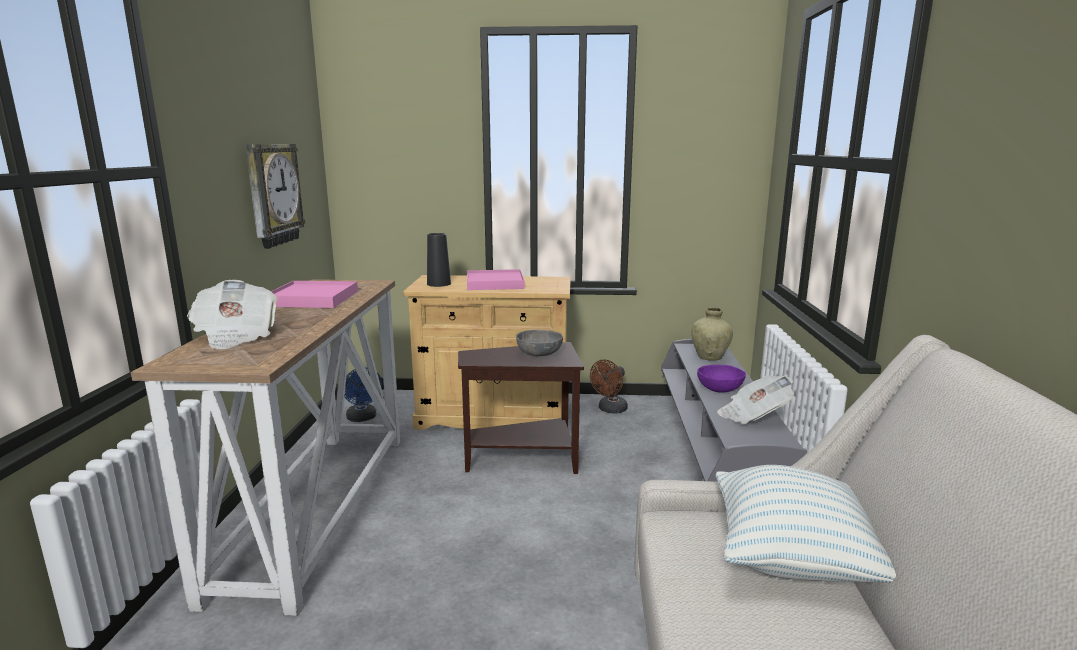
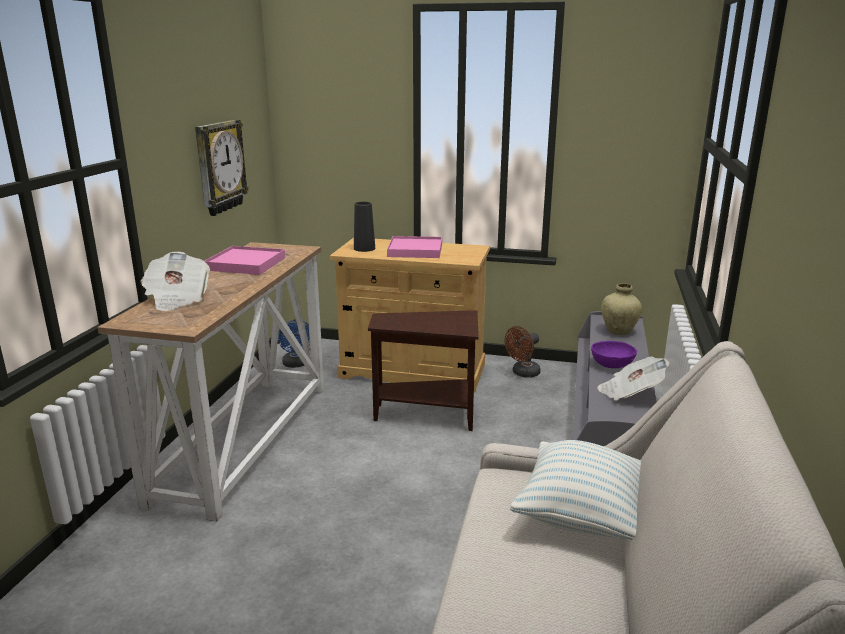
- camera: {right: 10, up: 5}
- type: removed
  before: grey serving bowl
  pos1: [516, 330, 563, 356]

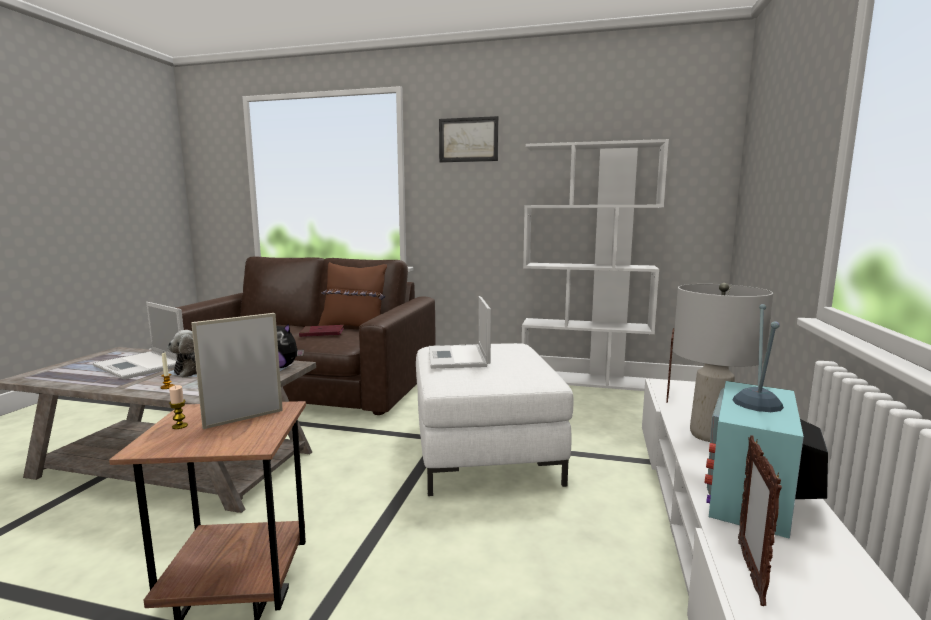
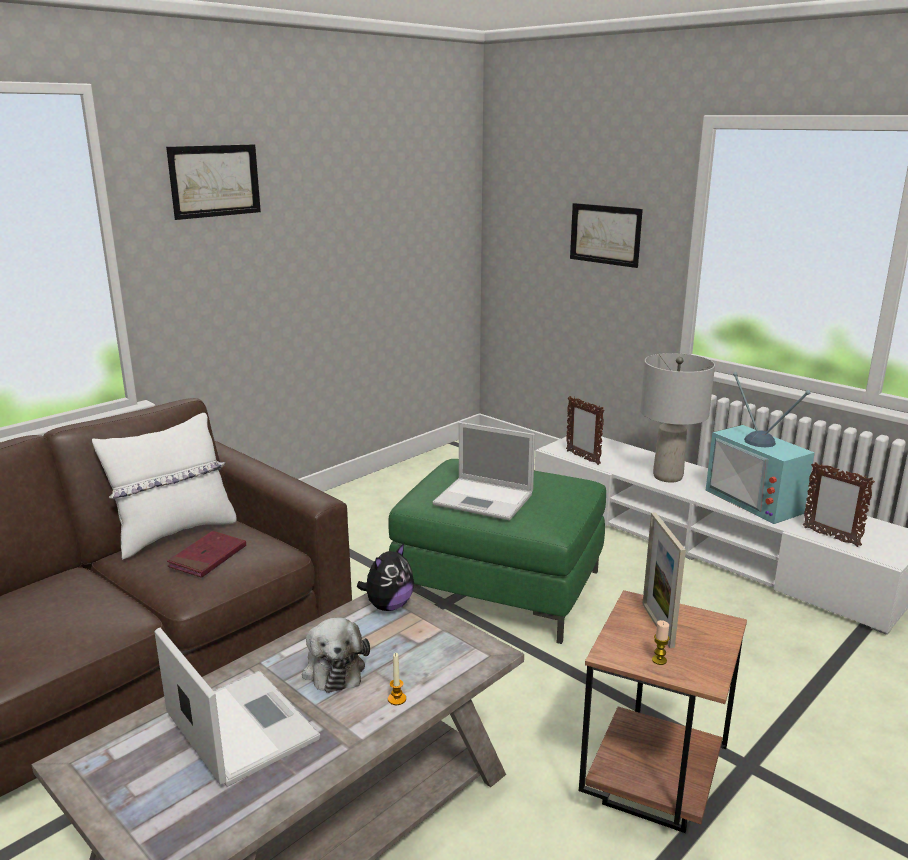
- camera: {right: -60, up: 10}
- type: removed
  before: white bookshelf
  pos1: [522, 139, 669, 391]
- type: recoloured
  before: brownish cushion
  after: white cushion
  pos1: [318, 262, 387, 327]
  pos2: [92, 413, 237, 559]
- type: turned
  before: notebook computer
  pos1: [93, 302, 184, 380]
  pos2: [154, 628, 320, 787]
  turn: -105
- type: recoloured
  before: white pouffe
  after: green-coloured pouffe
  pos1: [416, 343, 573, 496]
  pos2: [389, 459, 606, 644]
- type: added
  after: picture
  pos2: [570, 203, 643, 268]

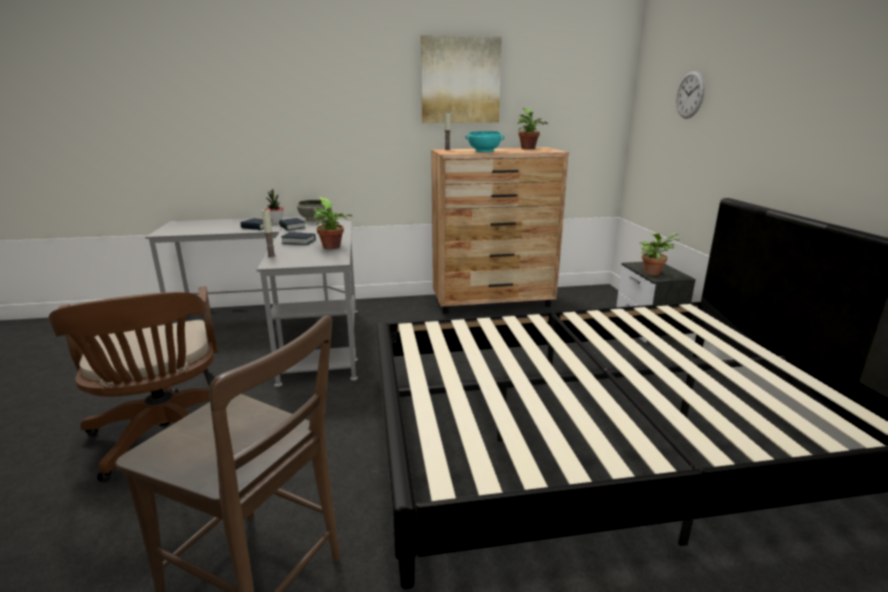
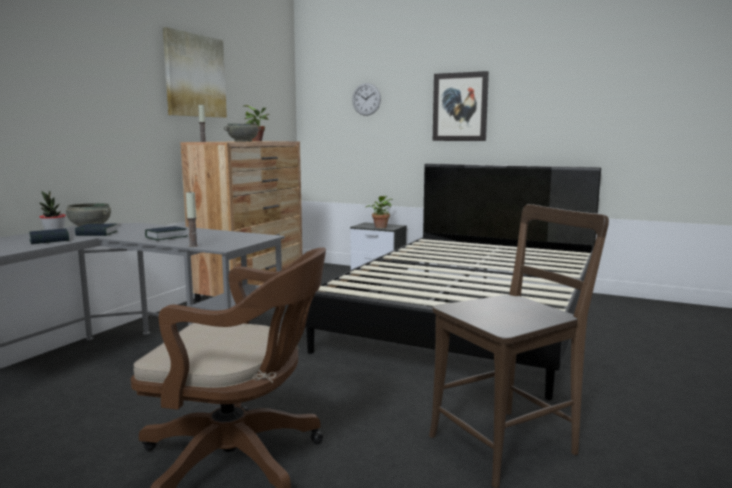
- camera: {right: -55, up: -10}
- type: recoloured
  before: turquoise serving bowl
  after: grey serving bowl
  pos1: [466, 131, 504, 152]
  pos2: [224, 124, 261, 142]
- type: removed
  before: houseplant
  pos1: [314, 197, 353, 249]
- type: added
  after: picture
  pos2: [433, 71, 489, 141]

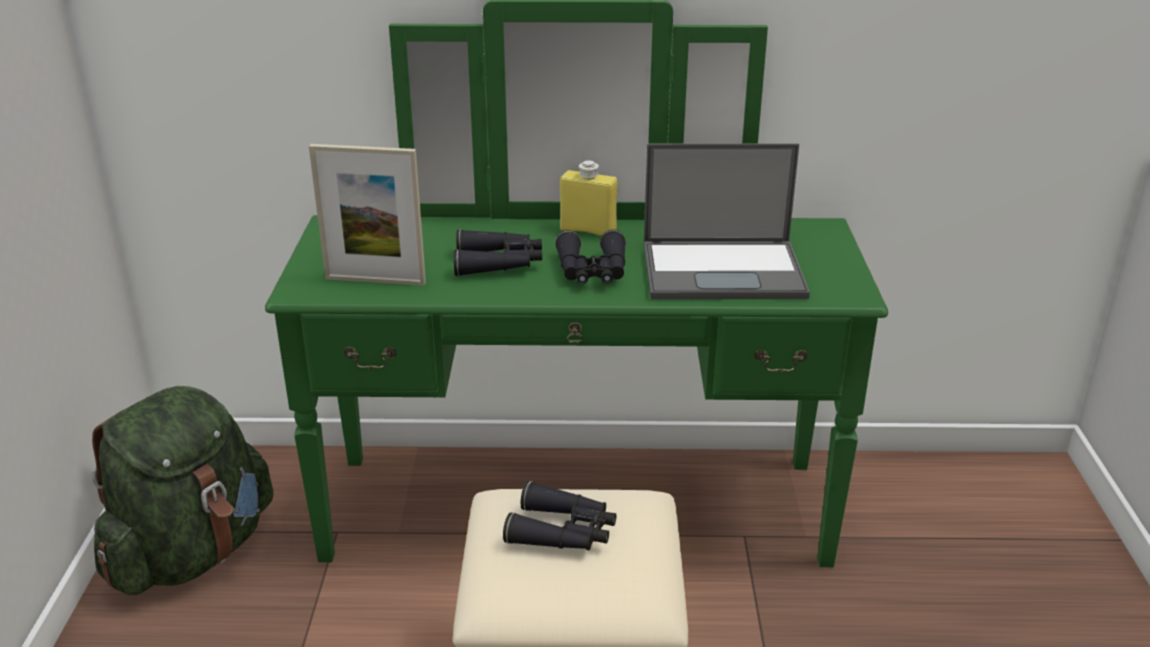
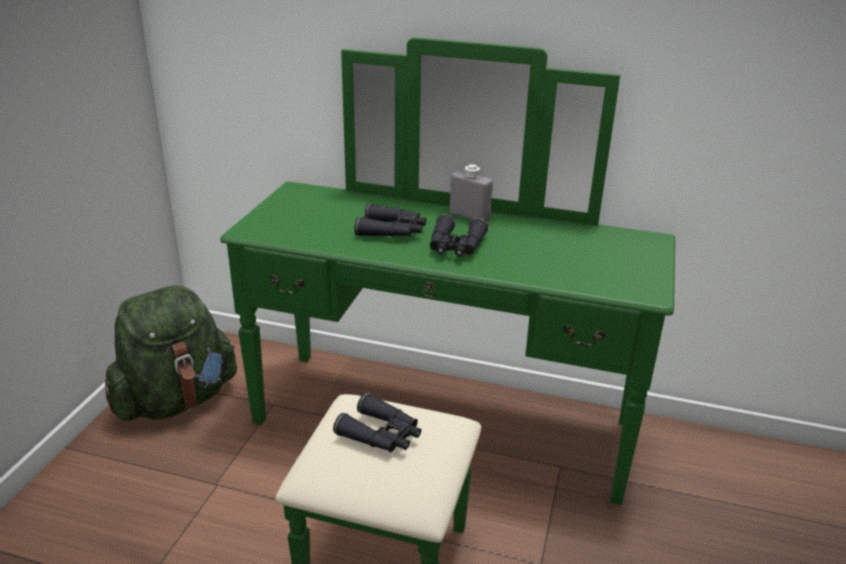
- camera: {right: 15, up: 0}
- type: removed
  before: notebook computer
  pos1: [644, 143, 810, 299]
- type: removed
  before: standing frame
  pos1: [309, 144, 426, 285]
- type: recoloured
  before: yellowish bottle
  after: grey bottle
  pos1: [560, 161, 618, 236]
  pos2: [449, 164, 493, 222]

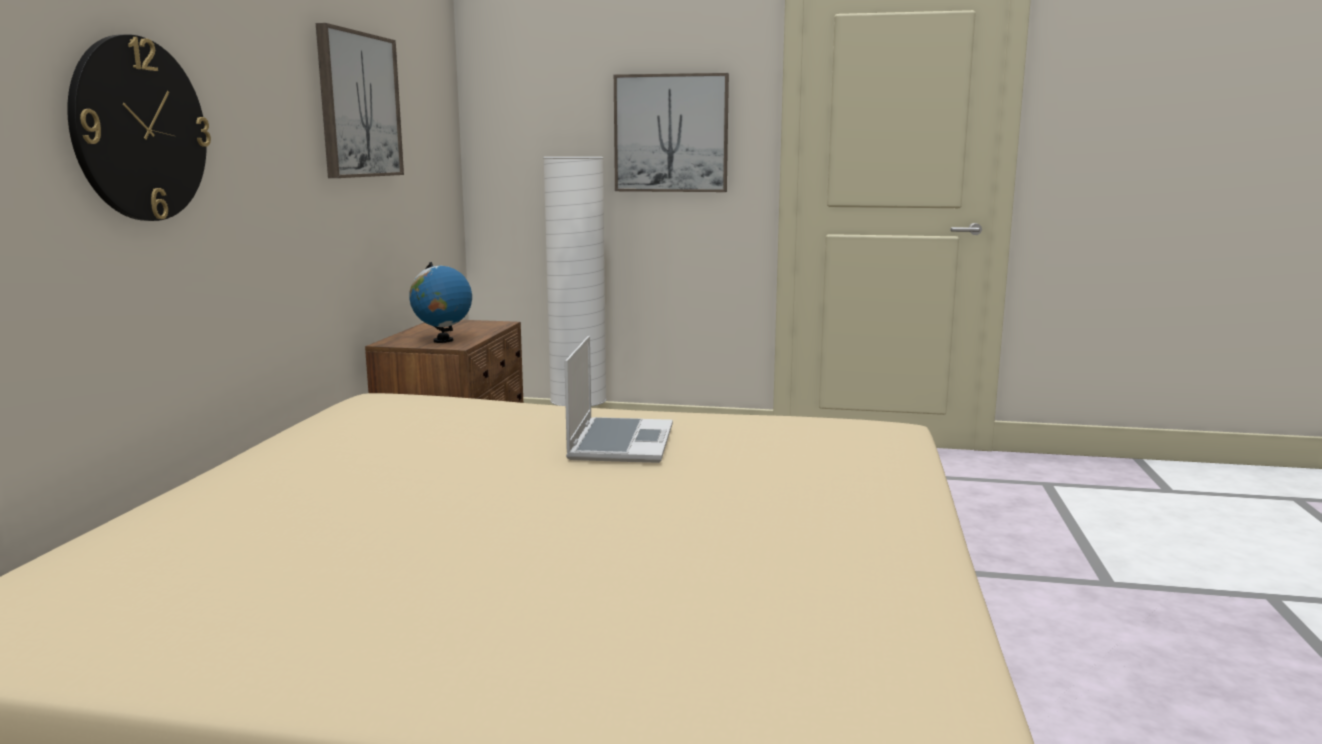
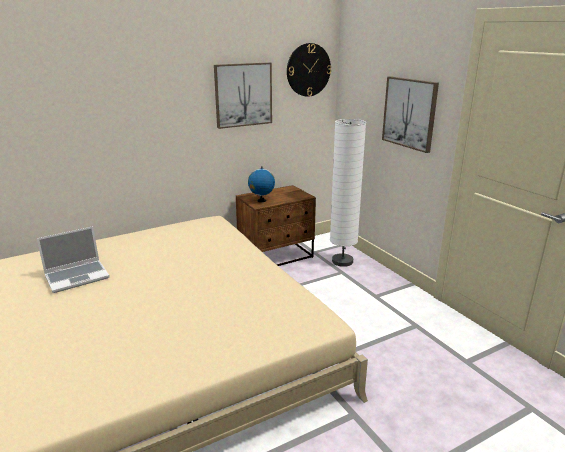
- camera: {right: 50, up: 10}
- type: moved
  before: hanging clock
  pos1: [67, 34, 211, 221]
  pos2: [287, 43, 331, 97]
- type: moved
  before: notebook computer
  pos1: [564, 336, 673, 463]
  pos2: [37, 226, 110, 293]

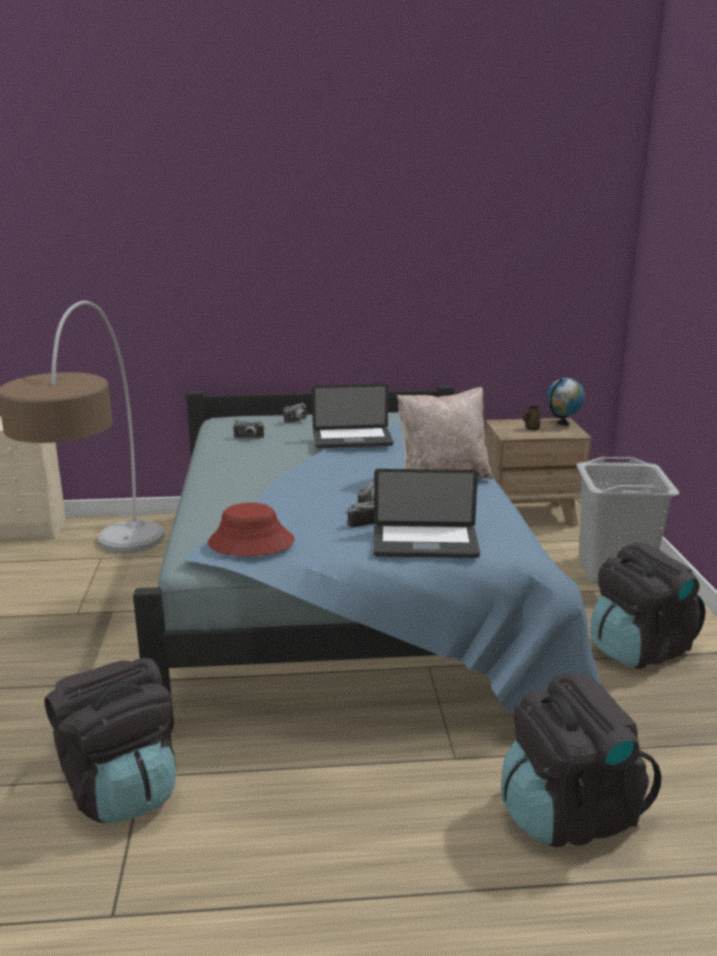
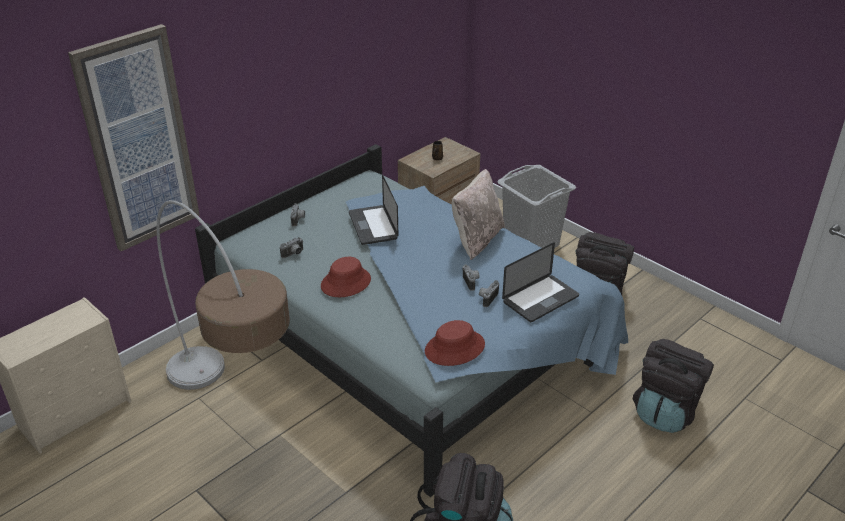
- camera: {right: -40, up: 15}
- type: removed
  before: globe
  pos1: [546, 378, 585, 425]
- type: turned
  before: notebook computer
  pos1: [312, 384, 394, 448]
  pos2: [349, 175, 398, 245]
  turn: 120
- type: added
  after: picture
  pos2: [68, 24, 200, 251]
- type: added
  after: red hat
  pos2: [321, 257, 371, 297]

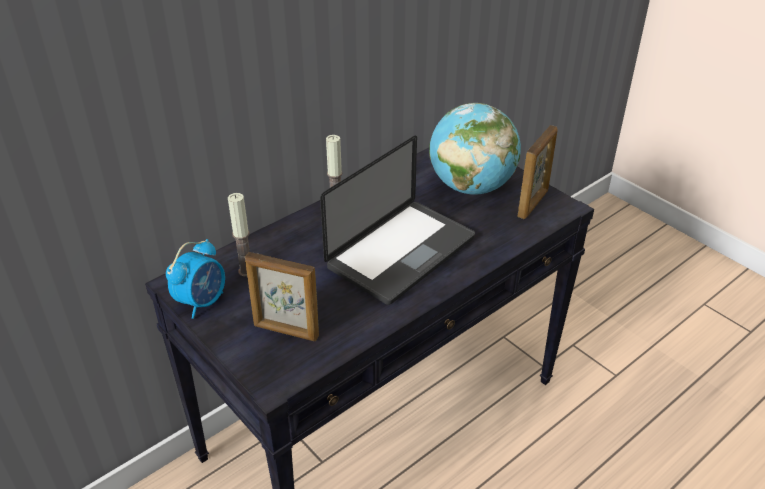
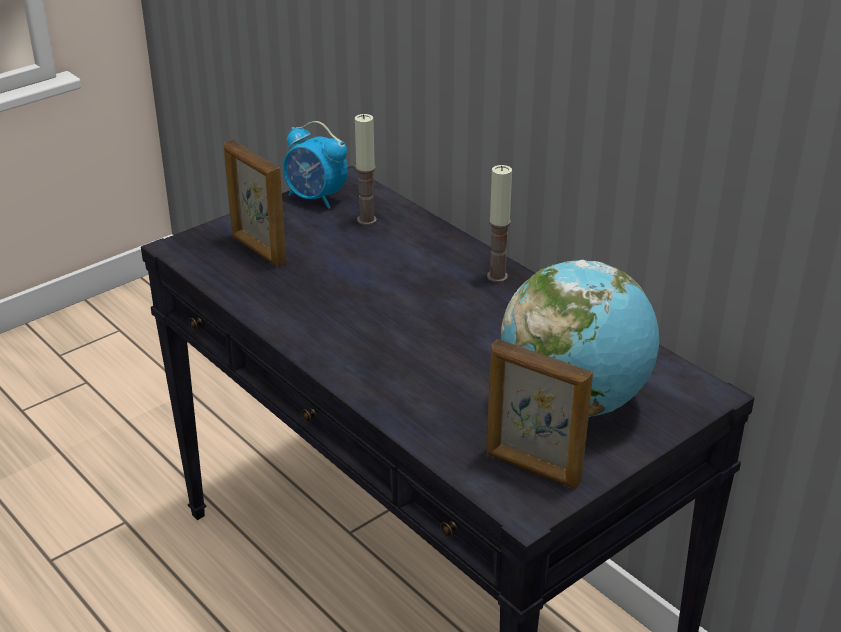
- camera: {right: 90, up: -5}
- type: removed
  before: notebook computer
  pos1: [320, 136, 475, 305]
- type: turned
  before: standing frame
  pos1: [245, 252, 319, 341]
  pos2: [224, 139, 286, 267]
  turn: -60

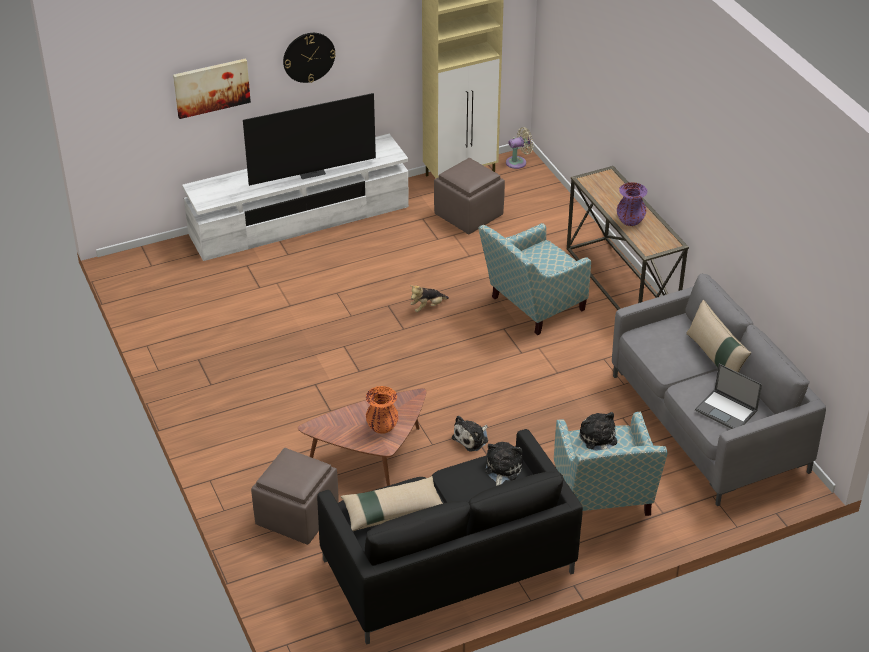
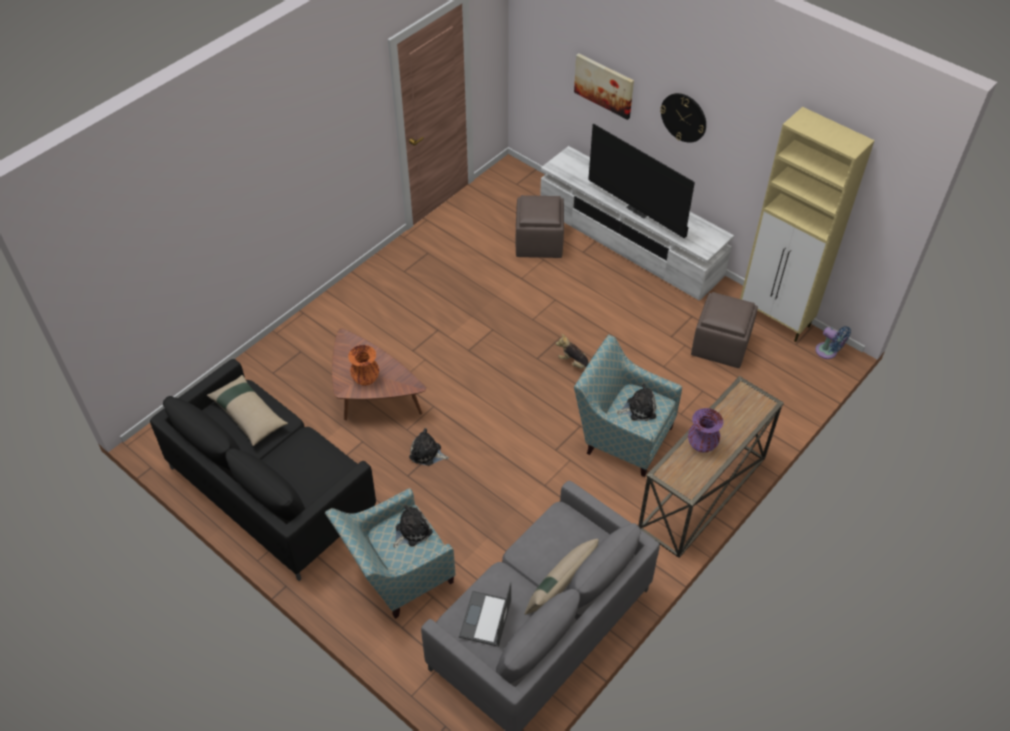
- camera: {right: 65, up: 10}
- type: recoloured
  before: sand-coloured electric fan
  after: blue-coloured electric fan
  pos1: [506, 127, 533, 169]
  pos2: [815, 326, 851, 359]
- type: moved
  before: cuddly toy
  pos1: [485, 442, 523, 486]
  pos2: [617, 384, 656, 421]
- type: moved
  before: brownish pouffe
  pos1: [251, 448, 338, 545]
  pos2: [516, 195, 564, 258]

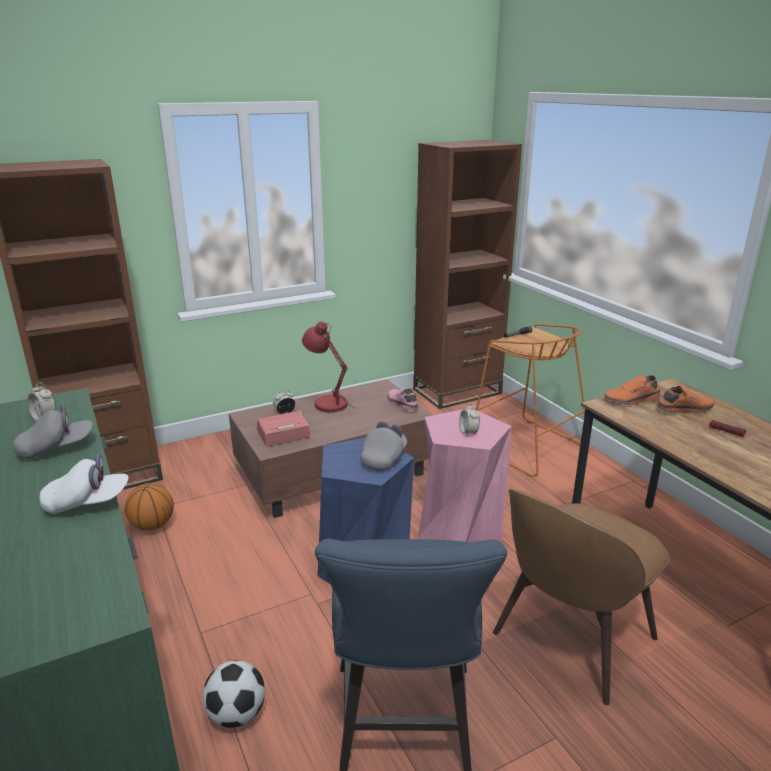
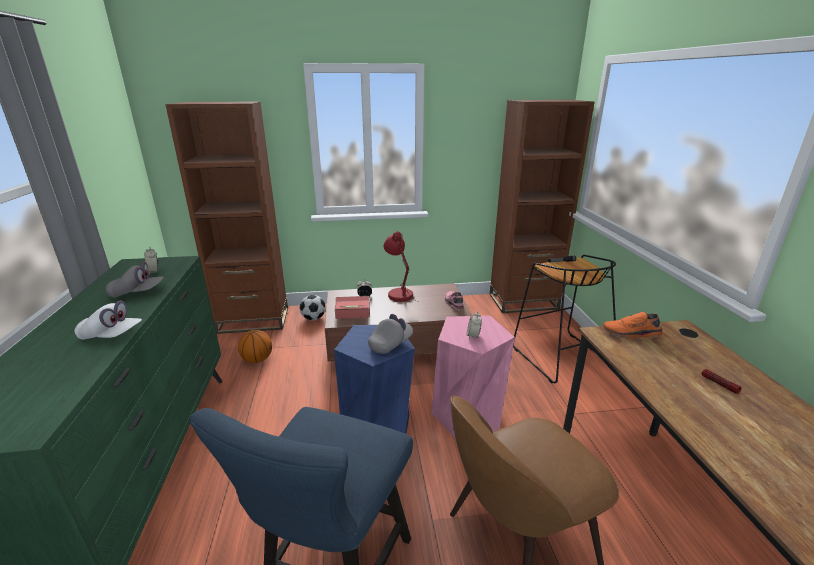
- camera: {right: 20, up: 0}
- type: recoloured
  before: orangey sitting stool
  after: black-coloured sitting stool
  pos1: [476, 324, 590, 477]
  pos2: [513, 255, 616, 383]
- type: removed
  before: orangey low shoe
  pos1: [656, 385, 715, 413]
- type: moved
  before: football
  pos1: [202, 660, 265, 728]
  pos2: [300, 295, 326, 320]

